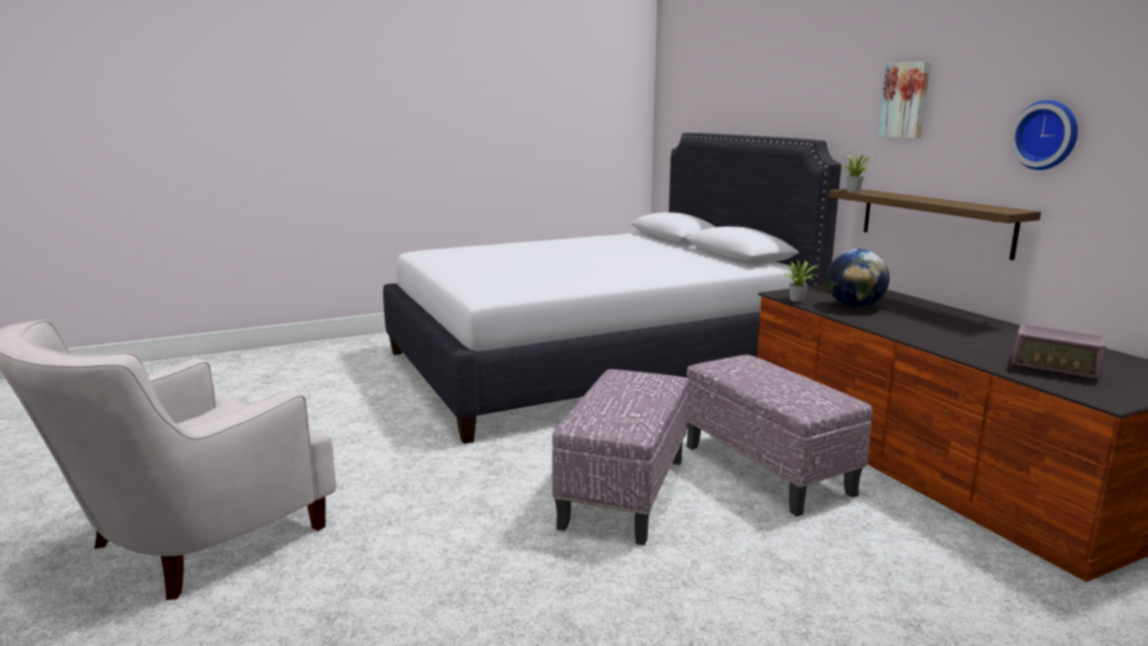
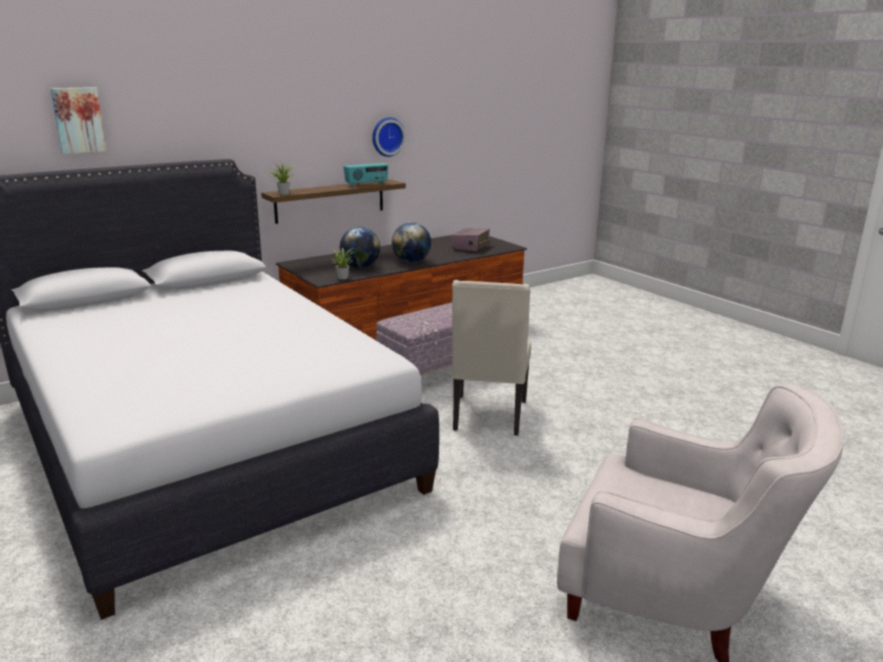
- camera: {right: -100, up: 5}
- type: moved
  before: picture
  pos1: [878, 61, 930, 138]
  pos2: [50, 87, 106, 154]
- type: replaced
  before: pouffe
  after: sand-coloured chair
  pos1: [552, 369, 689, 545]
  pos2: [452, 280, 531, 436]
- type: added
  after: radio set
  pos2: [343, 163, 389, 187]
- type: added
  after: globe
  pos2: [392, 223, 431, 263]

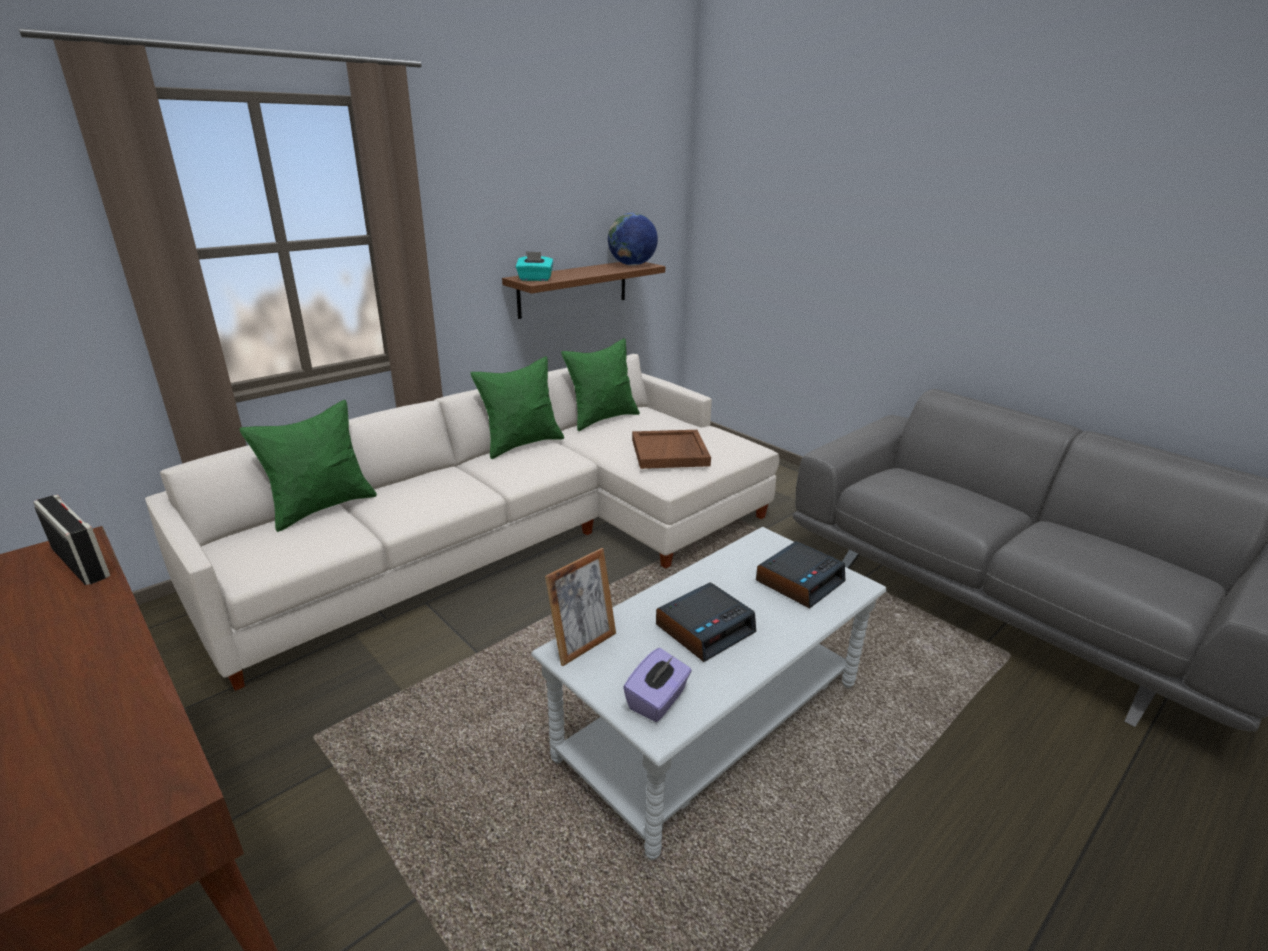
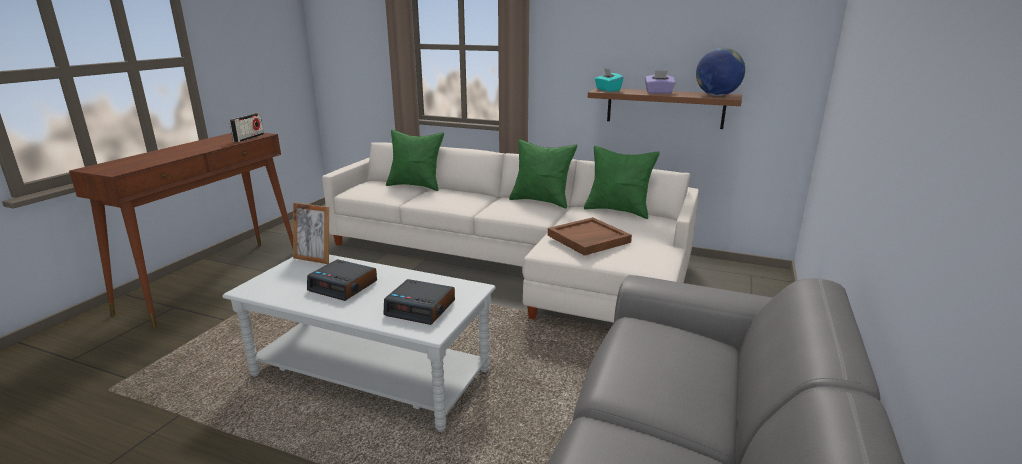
- camera: {right: 65, up: -5}
- type: moved
  before: purplish box of tissues
  pos1: [623, 648, 692, 722]
  pos2: [645, 70, 675, 94]

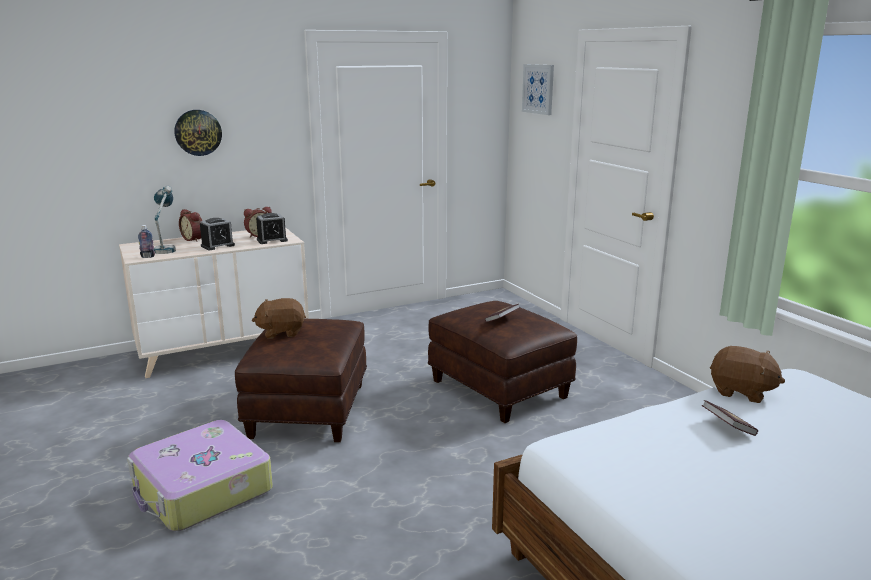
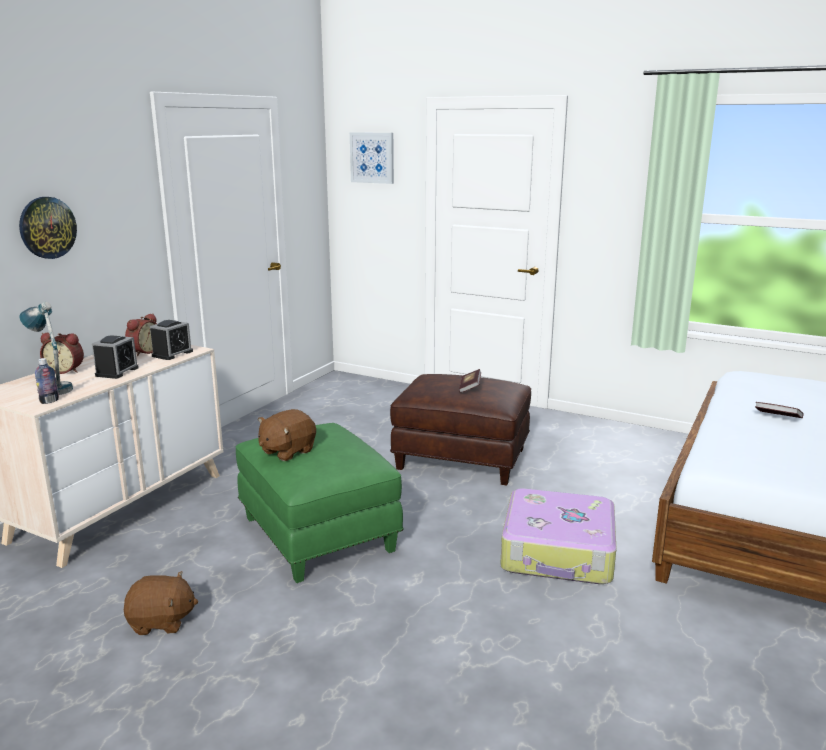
- camera: {right: -35, up: 0}
- type: recoloured
  before: brownish pouffe
  after: green-coloured pouffe
  pos1: [235, 319, 367, 442]
  pos2: [236, 423, 404, 583]
- type: moved
  before: brownish cuddly toy
  pos1: [710, 346, 785, 403]
  pos2: [124, 571, 198, 635]
- type: moved
  before: suitcase
  pos1: [127, 420, 273, 531]
  pos2: [501, 488, 617, 584]

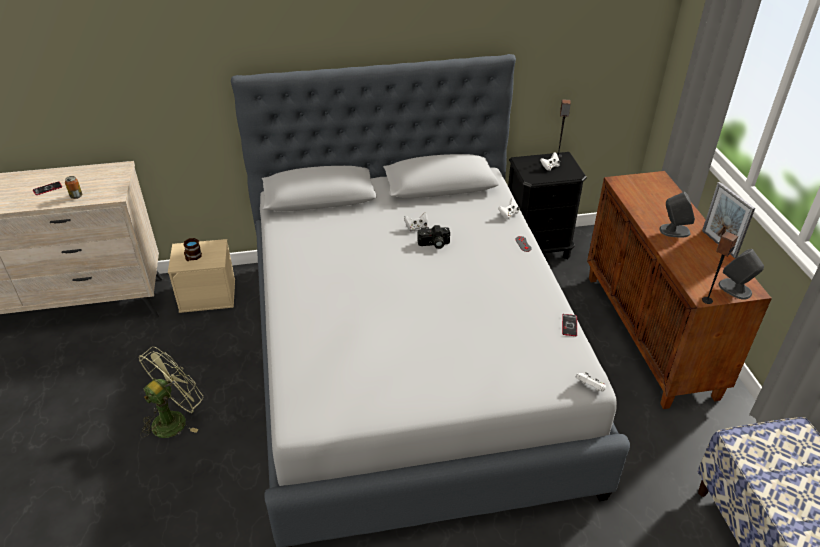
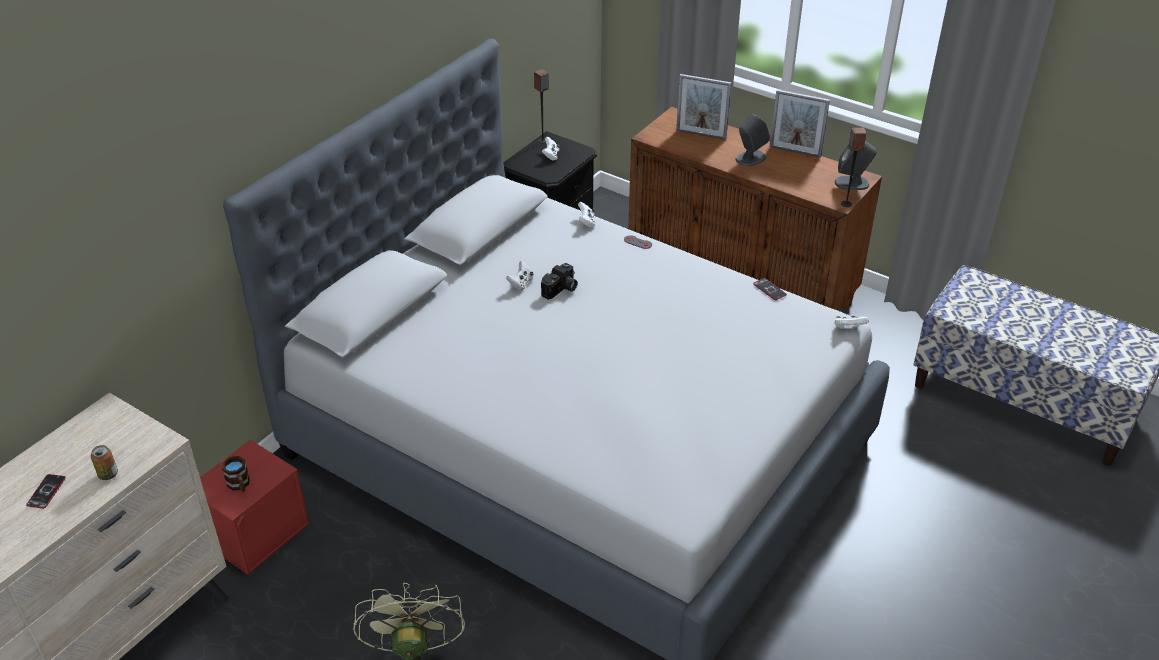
- camera: {right: -45, up: 0}
- type: recoloured
  before: sand-coloured storage bin
  after: red storage bin
  pos1: [168, 239, 235, 313]
  pos2: [200, 440, 310, 575]
- type: added
  after: standing frame
  pos2: [676, 74, 732, 140]

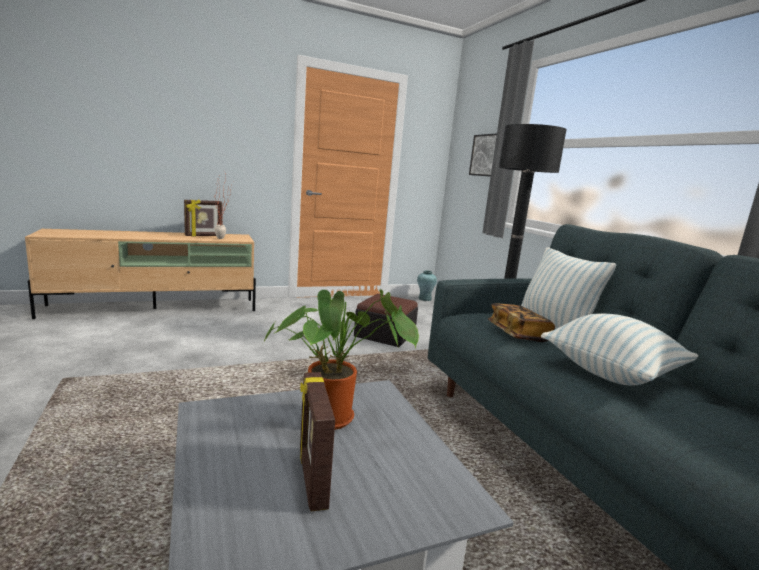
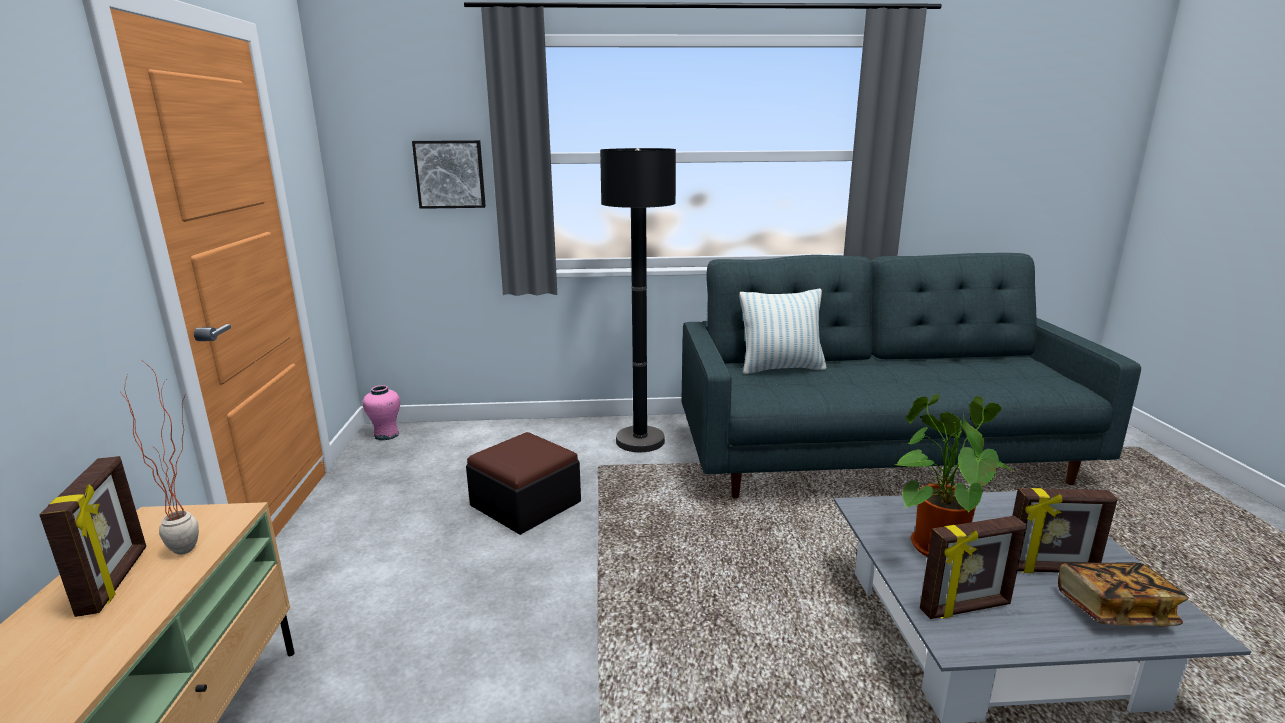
- camera: {right: -70, up: 5}
- type: recoloured
  before: turquoise vase
  after: pinkish vase
  pos1: [417, 270, 437, 301]
  pos2: [363, 385, 400, 440]
- type: moved
  before: book
  pos1: [488, 303, 555, 342]
  pos2: [1058, 562, 1189, 627]
- type: removed
  before: cushion
  pos1: [541, 313, 698, 386]
- type: added
  after: standing frame
  pos2: [920, 516, 1027, 619]

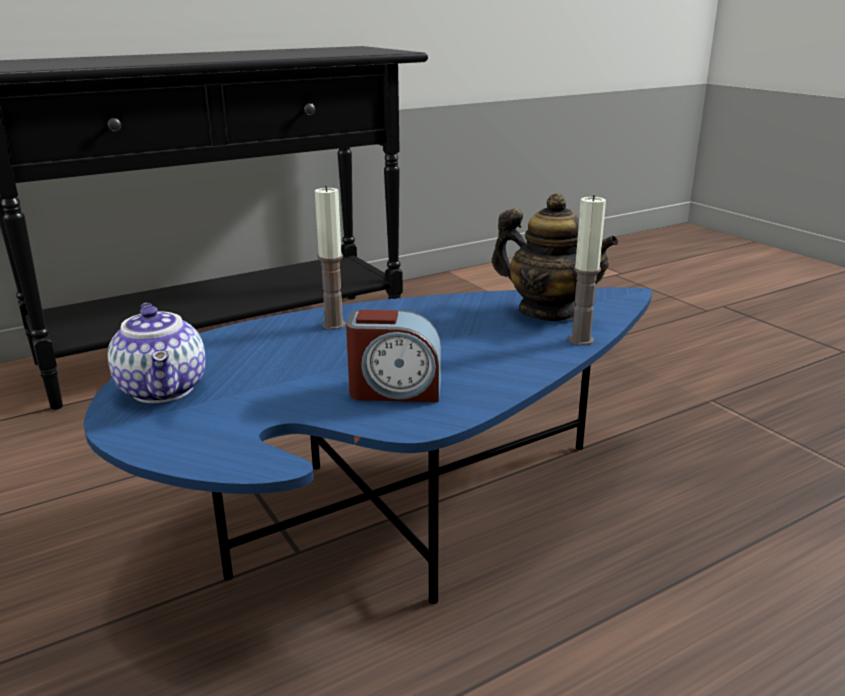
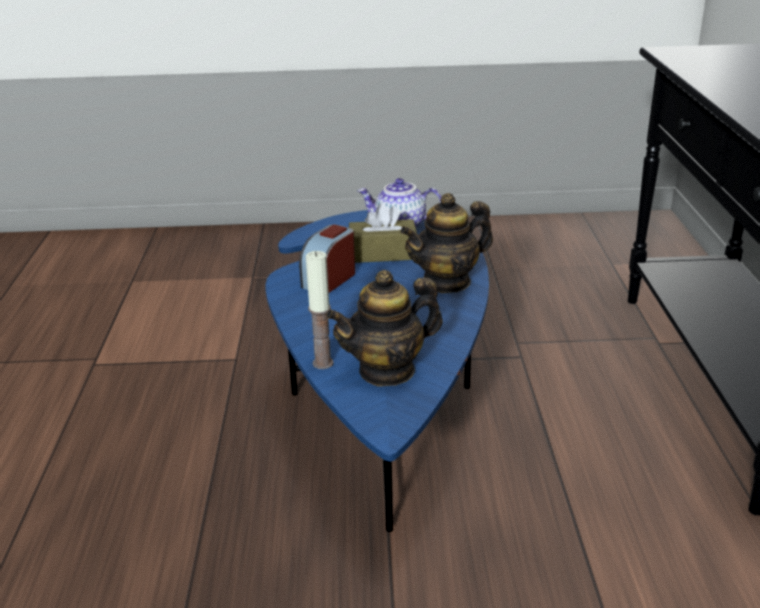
- camera: {right: 120, up: 5}
- type: replaced
  before: candle
  after: pot for tea
  pos1: [315, 185, 346, 330]
  pos2: [400, 193, 493, 293]
- type: added
  after: brownish box of tissues
  pos2: [349, 203, 417, 263]

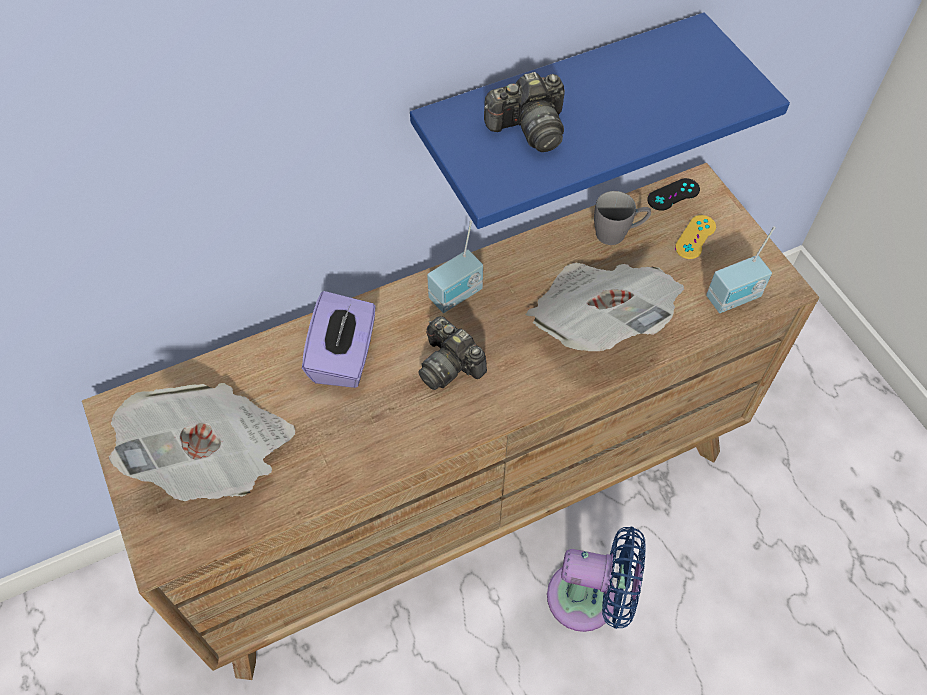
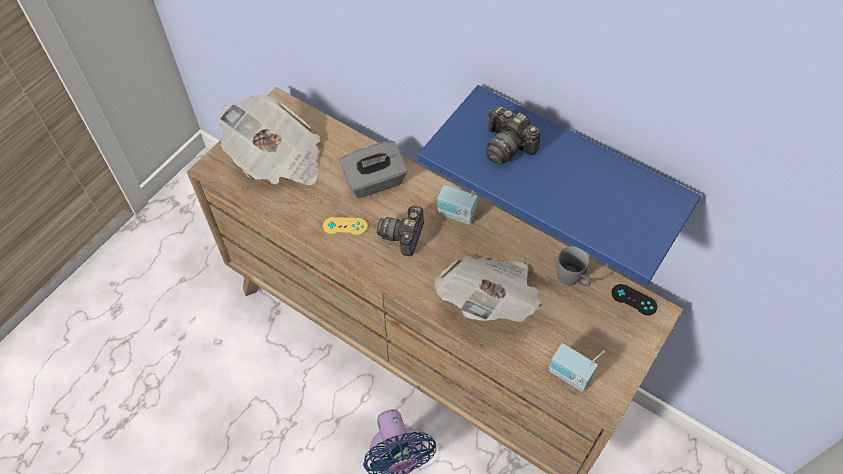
- camera: {right: 60, up: 0}
- type: moved
  before: yellowish joypad
  pos1: [675, 215, 716, 259]
  pos2: [323, 217, 367, 235]
- type: recoloured
  before: purplish box of tissues
  after: grey box of tissues
  pos1: [302, 291, 376, 388]
  pos2: [339, 141, 407, 198]

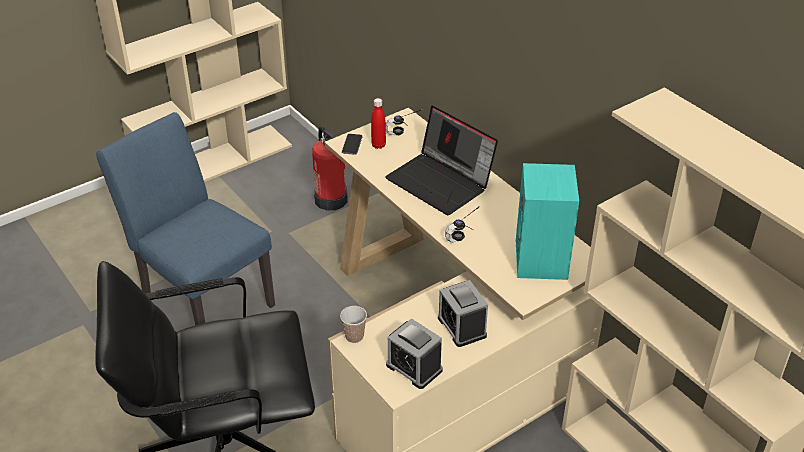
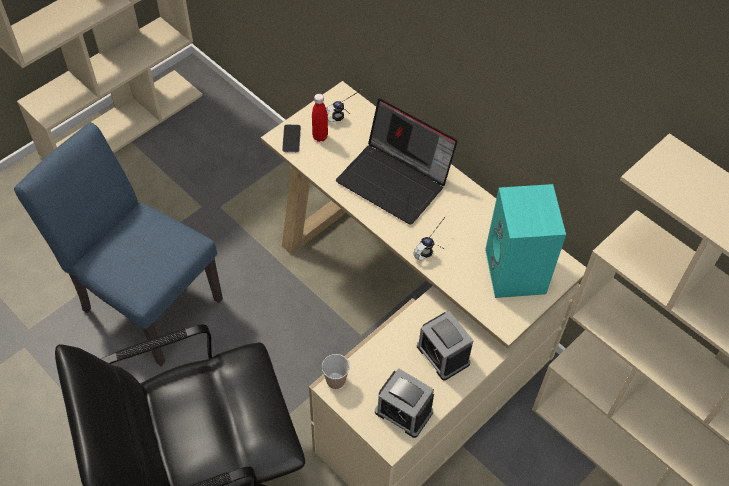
- camera: {right: -10, up: 15}
- type: removed
  before: fire-fighting cylinder
  pos1: [312, 127, 348, 211]

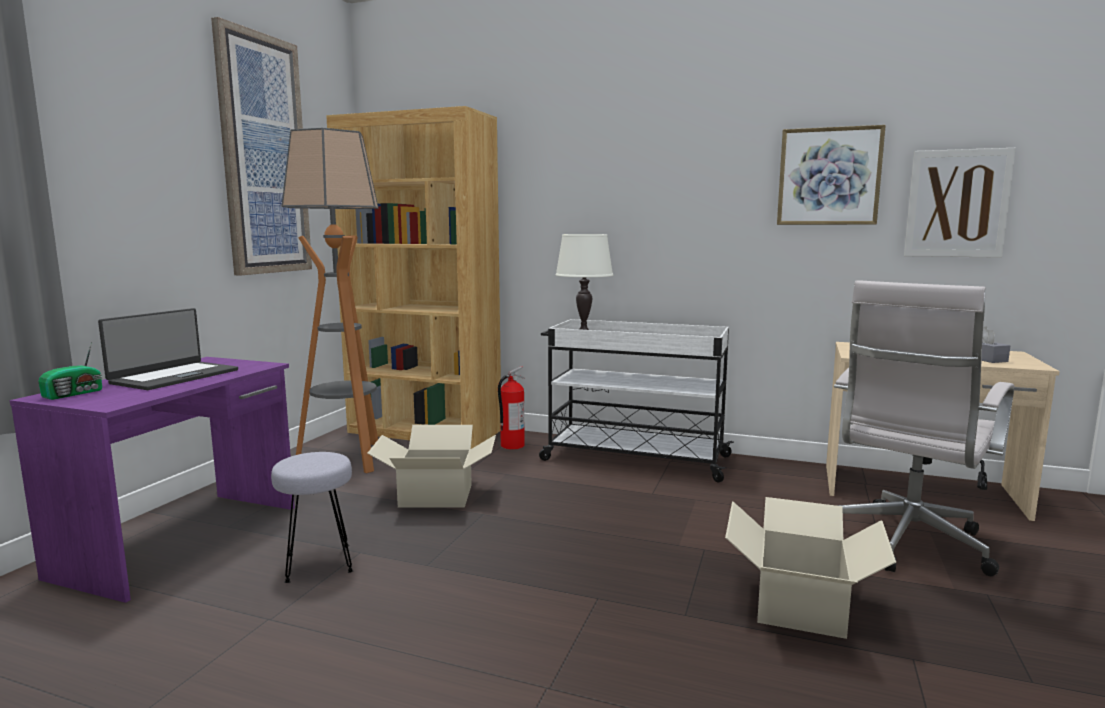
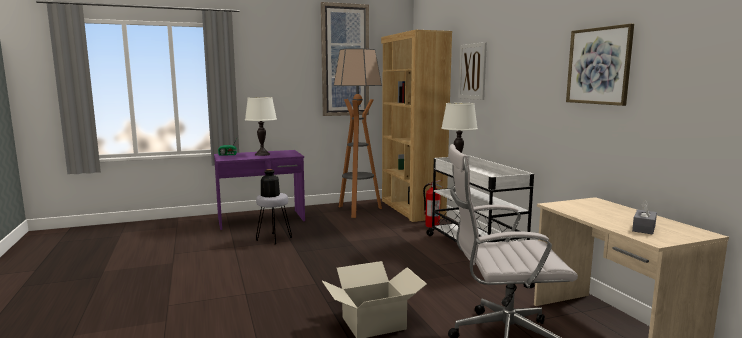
- camera: {right: 50, up: 0}
- type: moved
  before: picture
  pos1: [904, 148, 1016, 258]
  pos2: [459, 42, 487, 100]
- type: replaced
  before: notebook computer
  after: white tabletop lamp
  pos1: [98, 308, 238, 390]
  pos2: [245, 97, 277, 156]
- type: removed
  before: carton
  pos1: [367, 425, 496, 508]
- type: added
  after: bottle
  pos2: [261, 169, 280, 197]

